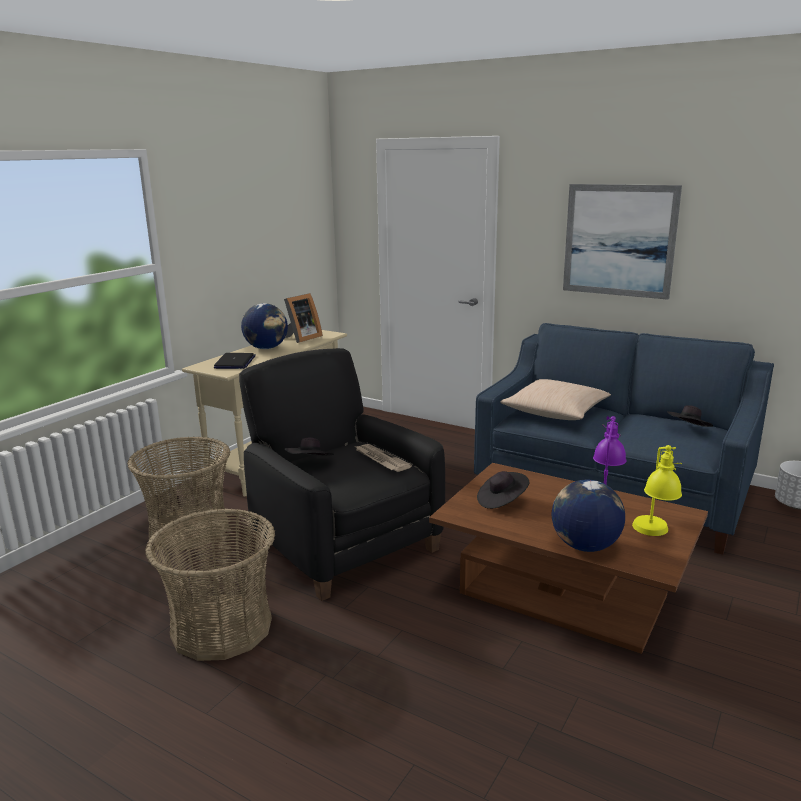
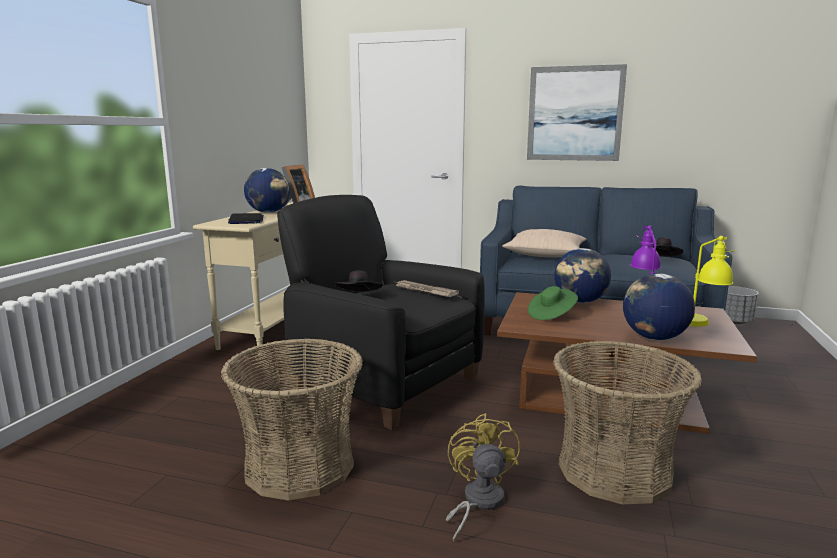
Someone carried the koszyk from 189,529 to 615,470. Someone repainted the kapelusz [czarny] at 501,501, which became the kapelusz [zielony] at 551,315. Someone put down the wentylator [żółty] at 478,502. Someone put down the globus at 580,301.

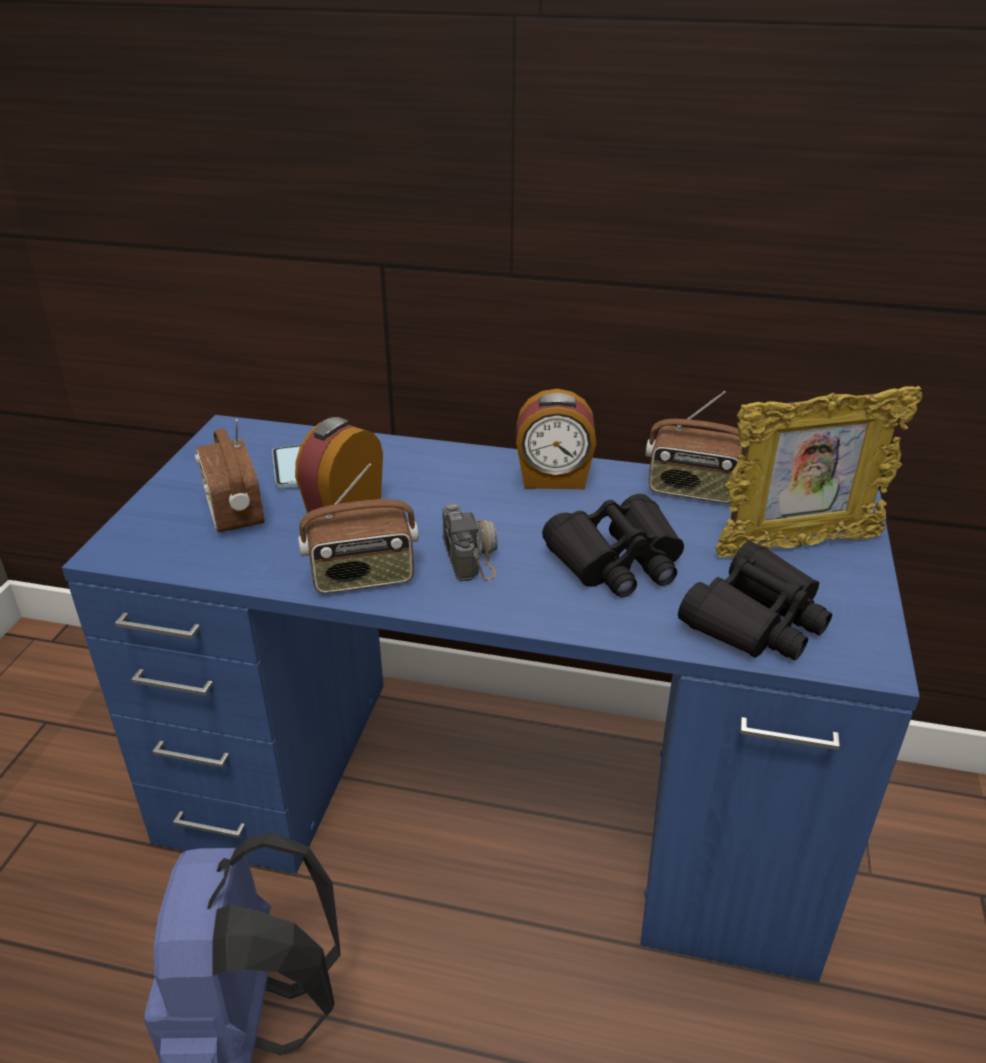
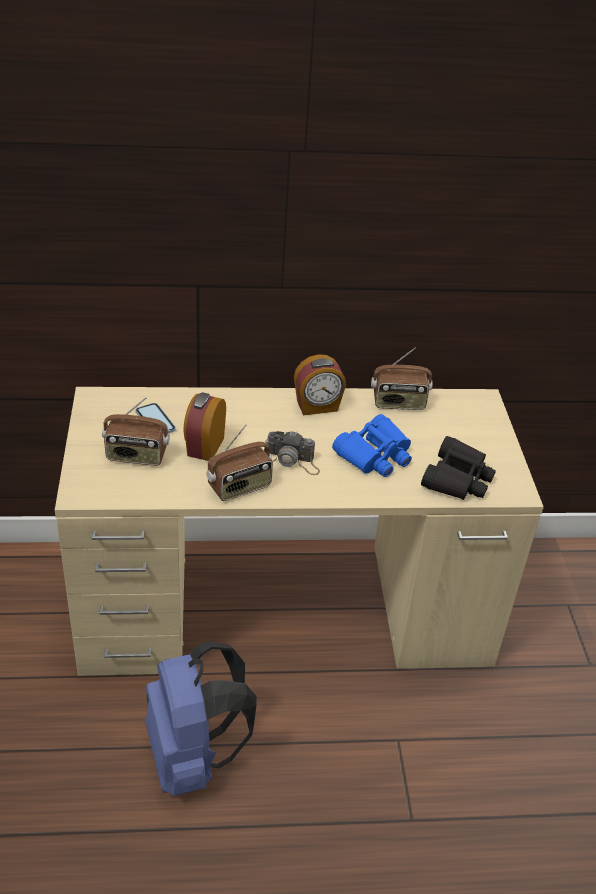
Someone repainted the biurko [niebieski] at 495,800, which became the biurko [beżowy] at 286,606. Someone rotated the radio at 233,511 by 45 degrees counterclockwise. Someone rotated the aparat fotograficzny at 471,550 by 135 degrees clockwise. Someone repainted the lornetka [czarny] at 617,561, which became the lornetka [niebieski] at 374,455. Someone took away the ramka na zdjęcie at 797,546.

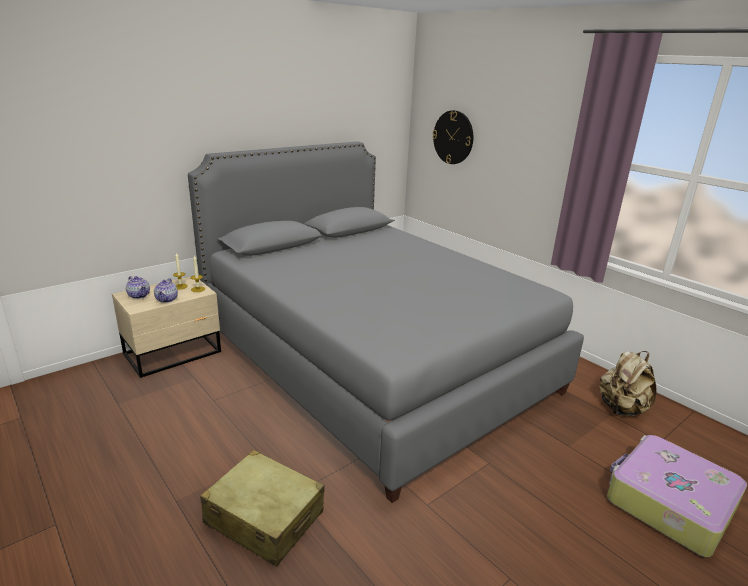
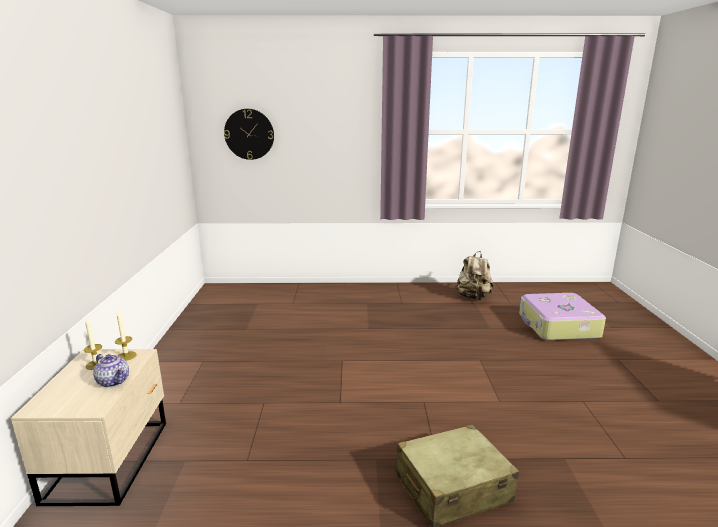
Someone took away the imbryk at 139,295. Someone took away the łóżko [szary] at 373,359.

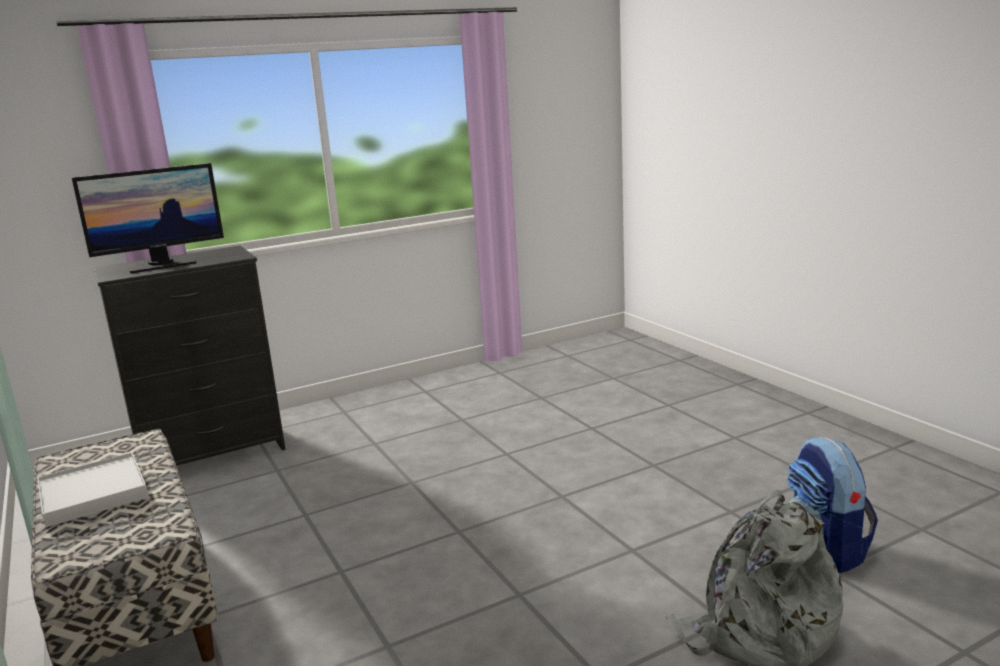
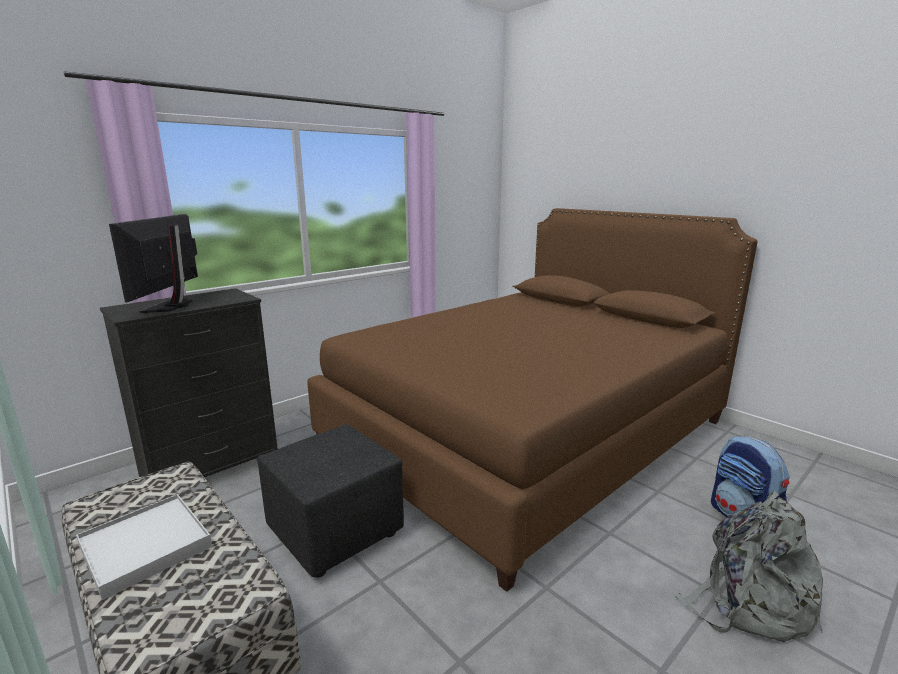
Someone rotated the monitor at 161,265 by 135 degrees clockwise. Someone put down the pufa [czarny] at 337,532. Someone put down the łóżko [brązowy] at 527,432.

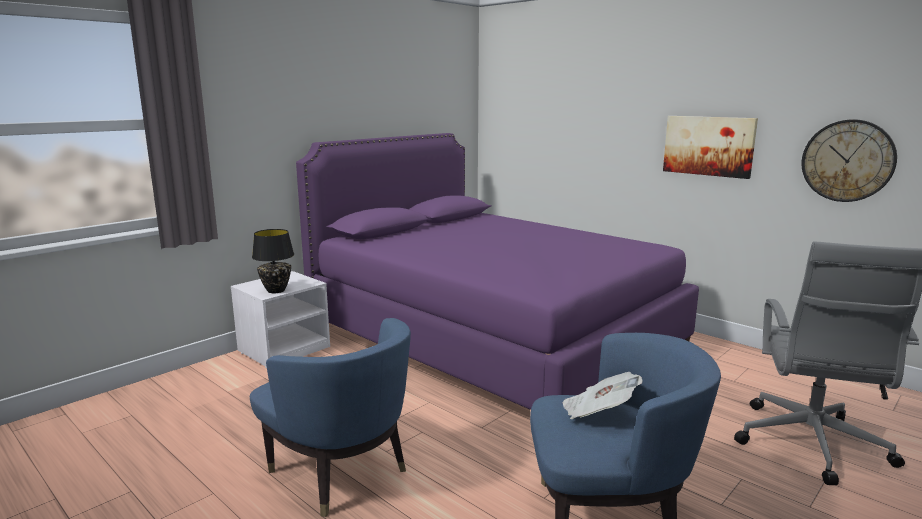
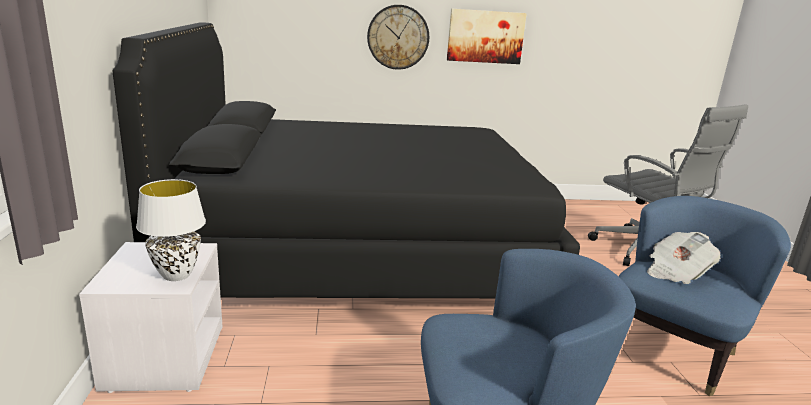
Someone repainted the lampa stołowa [czarny] at 276,291, which became the lampa stołowa [biały] at 177,275. Someone repainted the łóżko [fioletowy] at 492,338, which became the łóżko [czarny] at 360,251. Someone carried the zegar ścienny from 847,161 to 398,37.

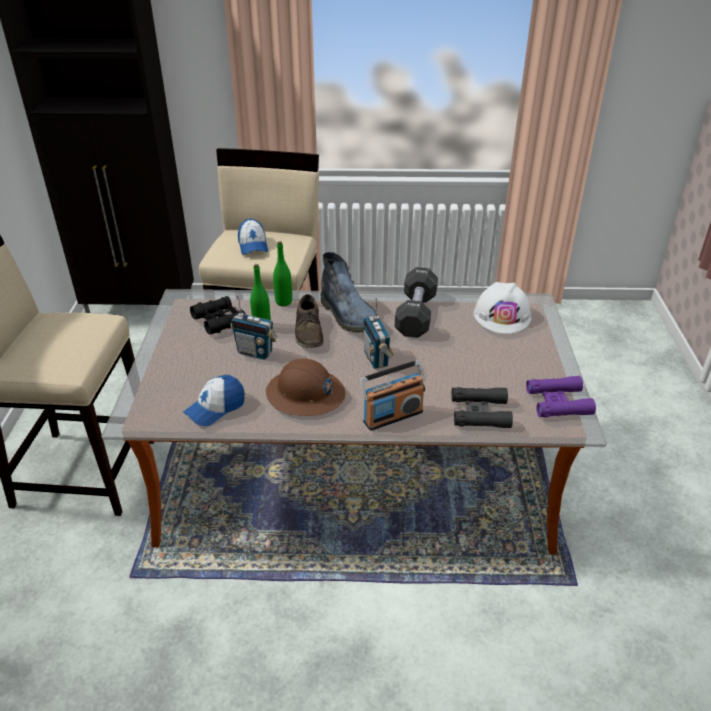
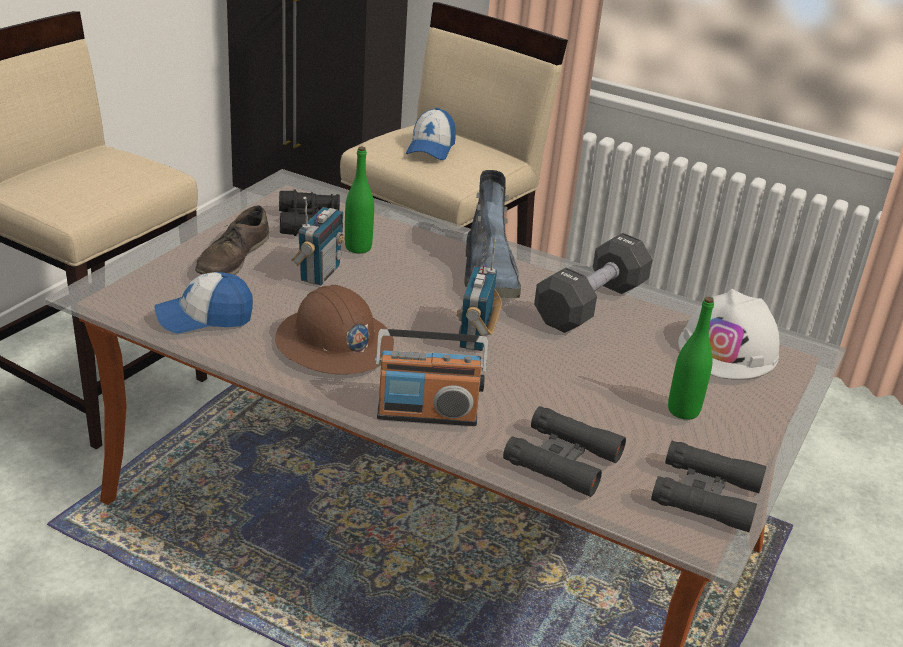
Someone rotated the radio at 255,352 by 120 degrees counterclockwise. Someone carried the butelka [zielony] from 283,302 to 683,411. Someone carried the but [brązowy] from 309,331 to 233,258. Someone repainted the lornetka [fioletowy] at 558,402, which became the lornetka [czarny] at 706,495.

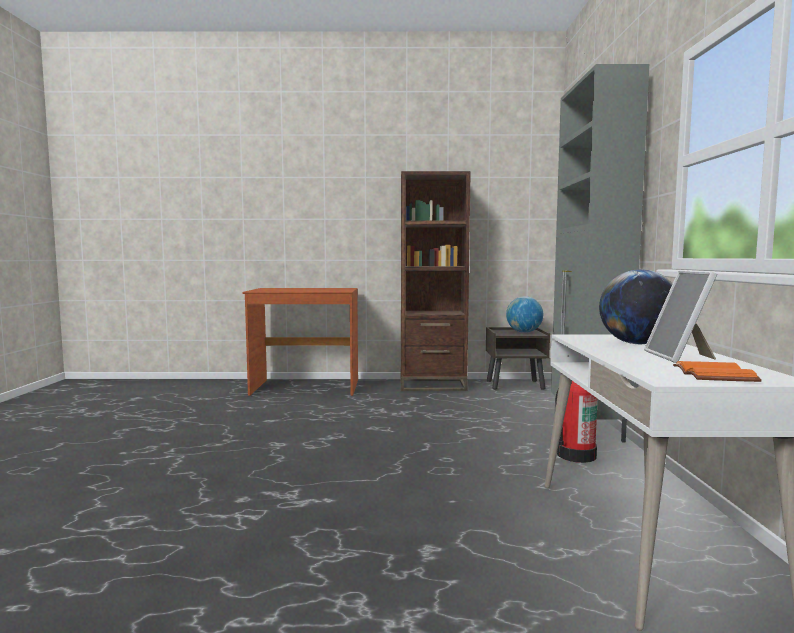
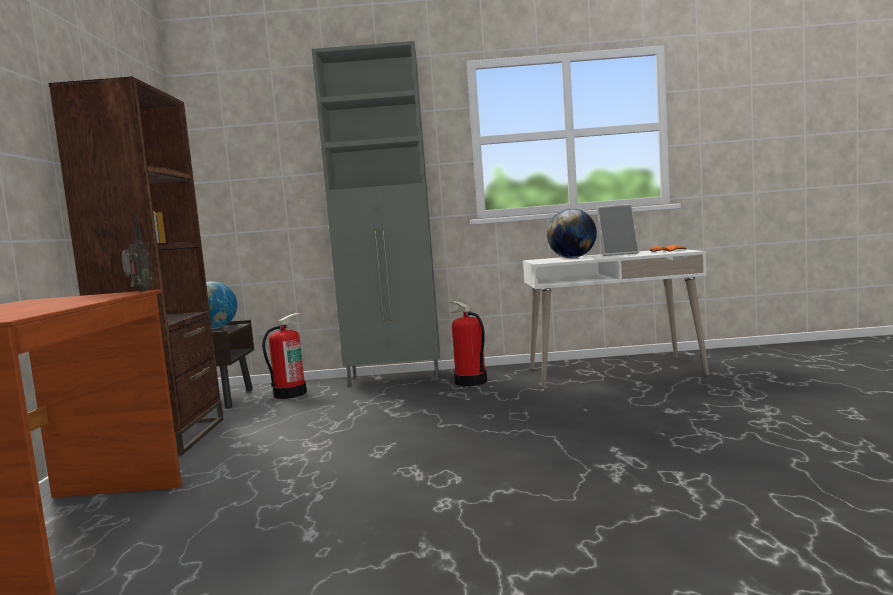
Someone put down the radio at 139,291. Someone put down the gaśnica at 290,394.

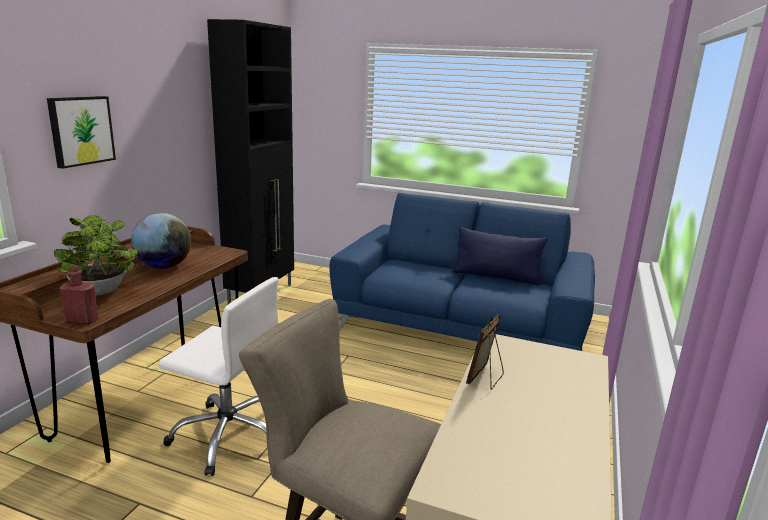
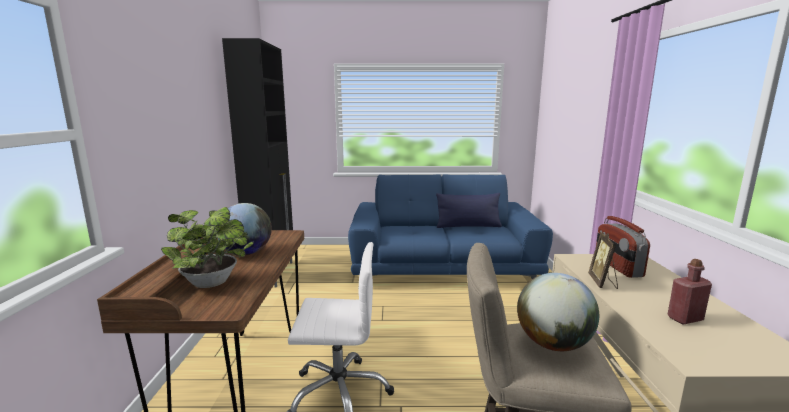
Someone took away the obraz at 81,130. Someone carried the butelka [czerwony] from 82,320 to 685,319. Someone put down the globus at 553,344. Someone put down the radio at 617,266.

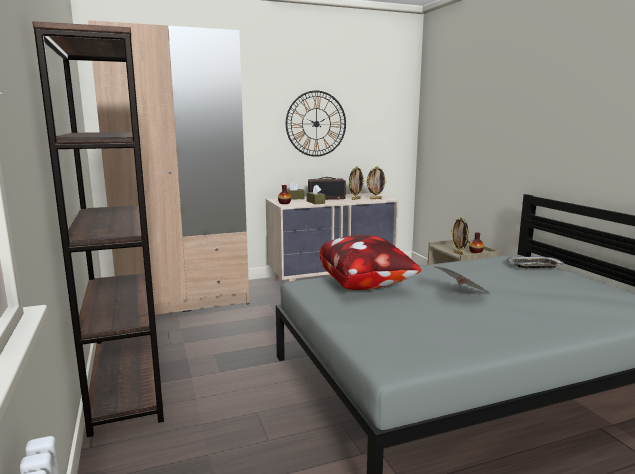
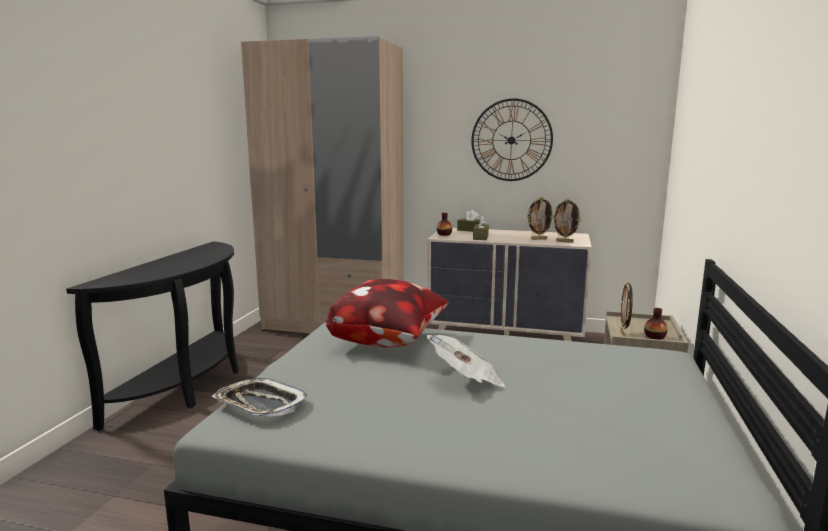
Someone swapped the regał [brązowy] at 127,385 for the stolik konsolowy [czarny] at 189,386. Someone took away the radio at 326,198. Someone carried the taca from 534,266 to 260,404.

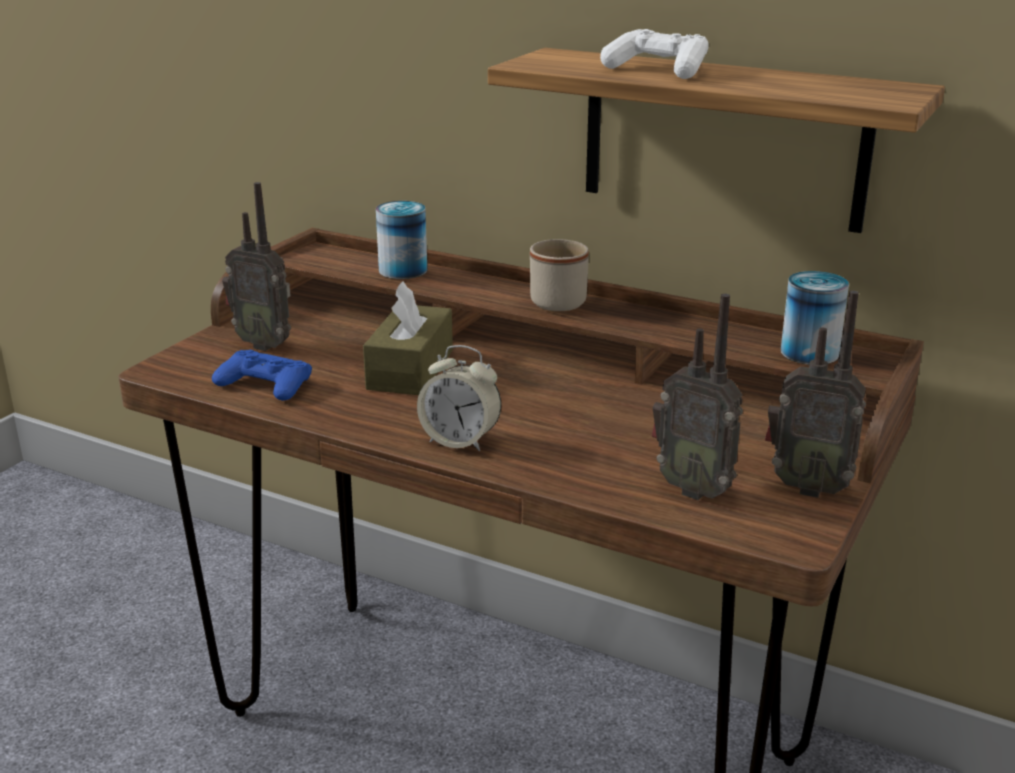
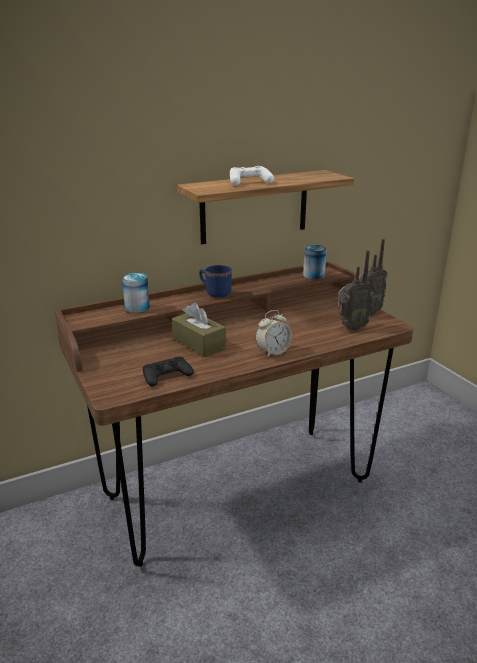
Someone repainted the pad do gier [niebieski] at 265,384, which became the pad do gier [czarny] at 166,375. Someone took away the radio at 265,344. Someone repainted the kubek [beżowy] at 556,299, which became the kubek [niebieski] at 215,292.

